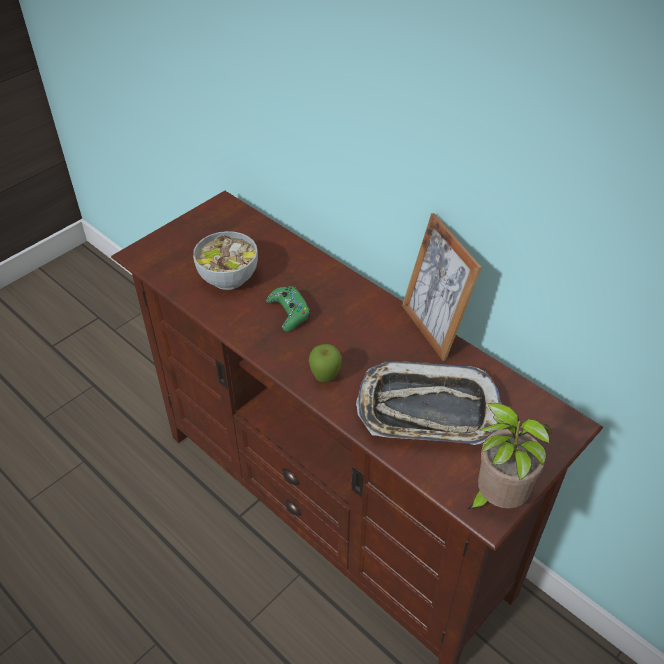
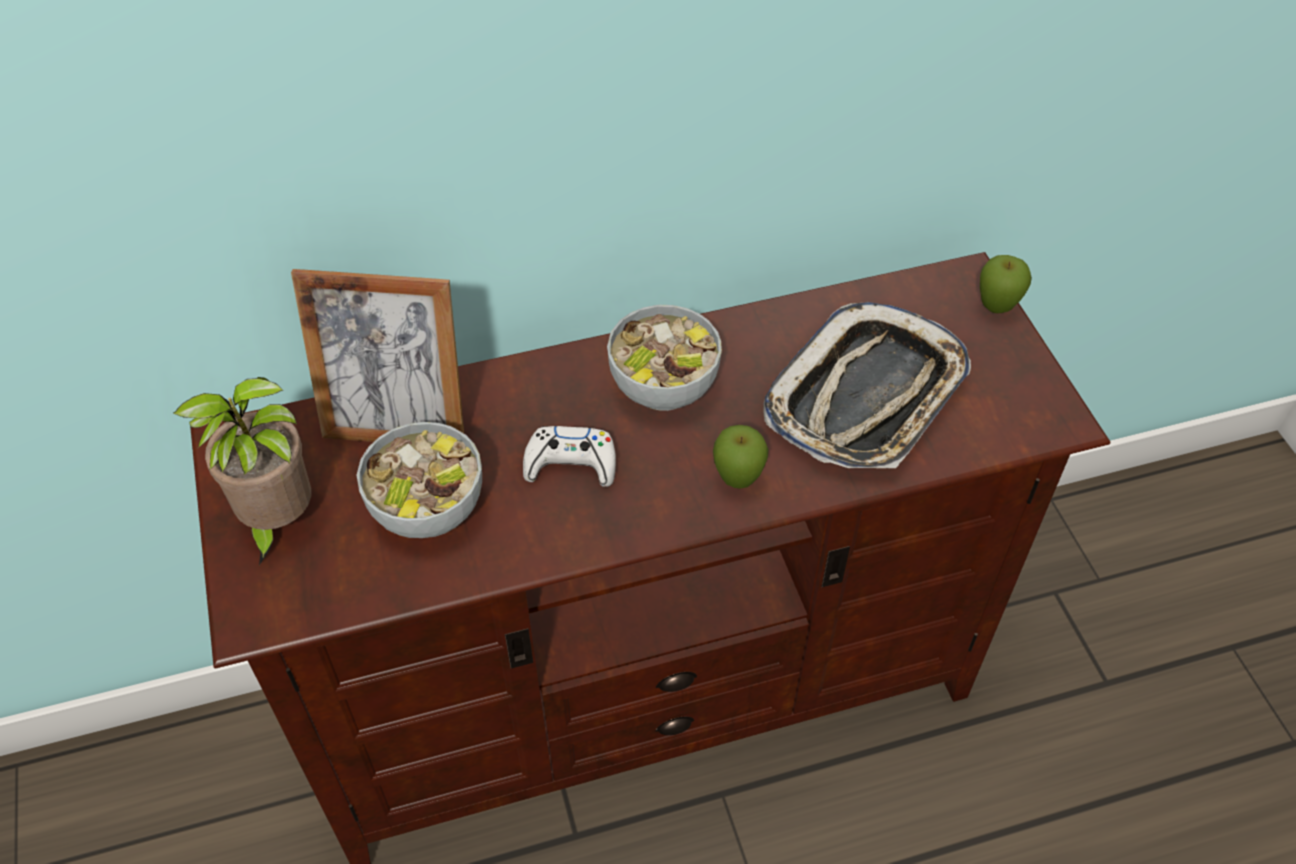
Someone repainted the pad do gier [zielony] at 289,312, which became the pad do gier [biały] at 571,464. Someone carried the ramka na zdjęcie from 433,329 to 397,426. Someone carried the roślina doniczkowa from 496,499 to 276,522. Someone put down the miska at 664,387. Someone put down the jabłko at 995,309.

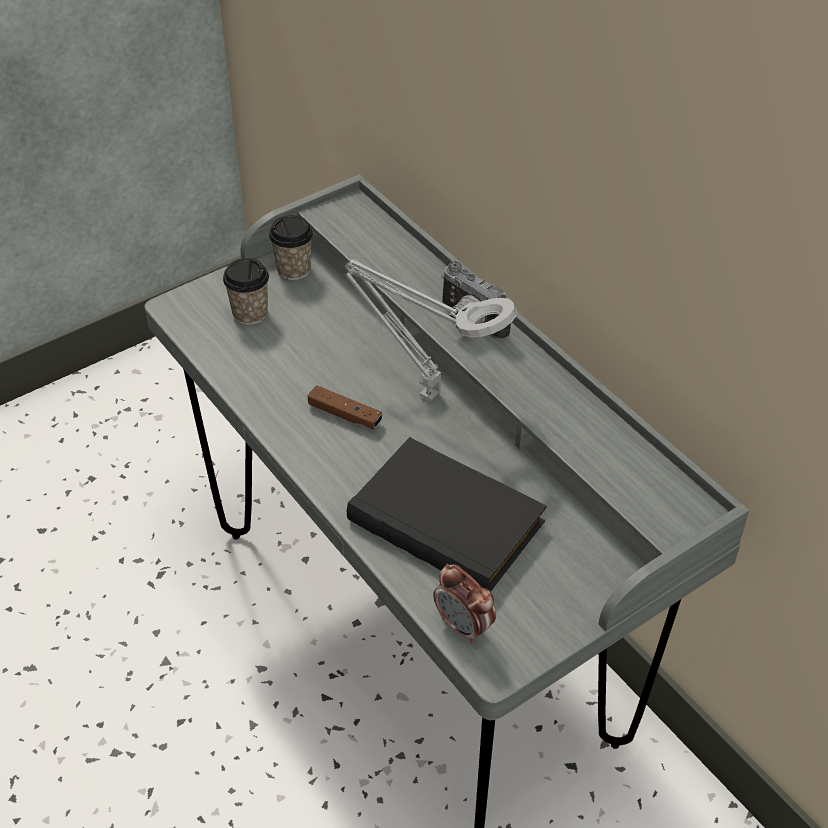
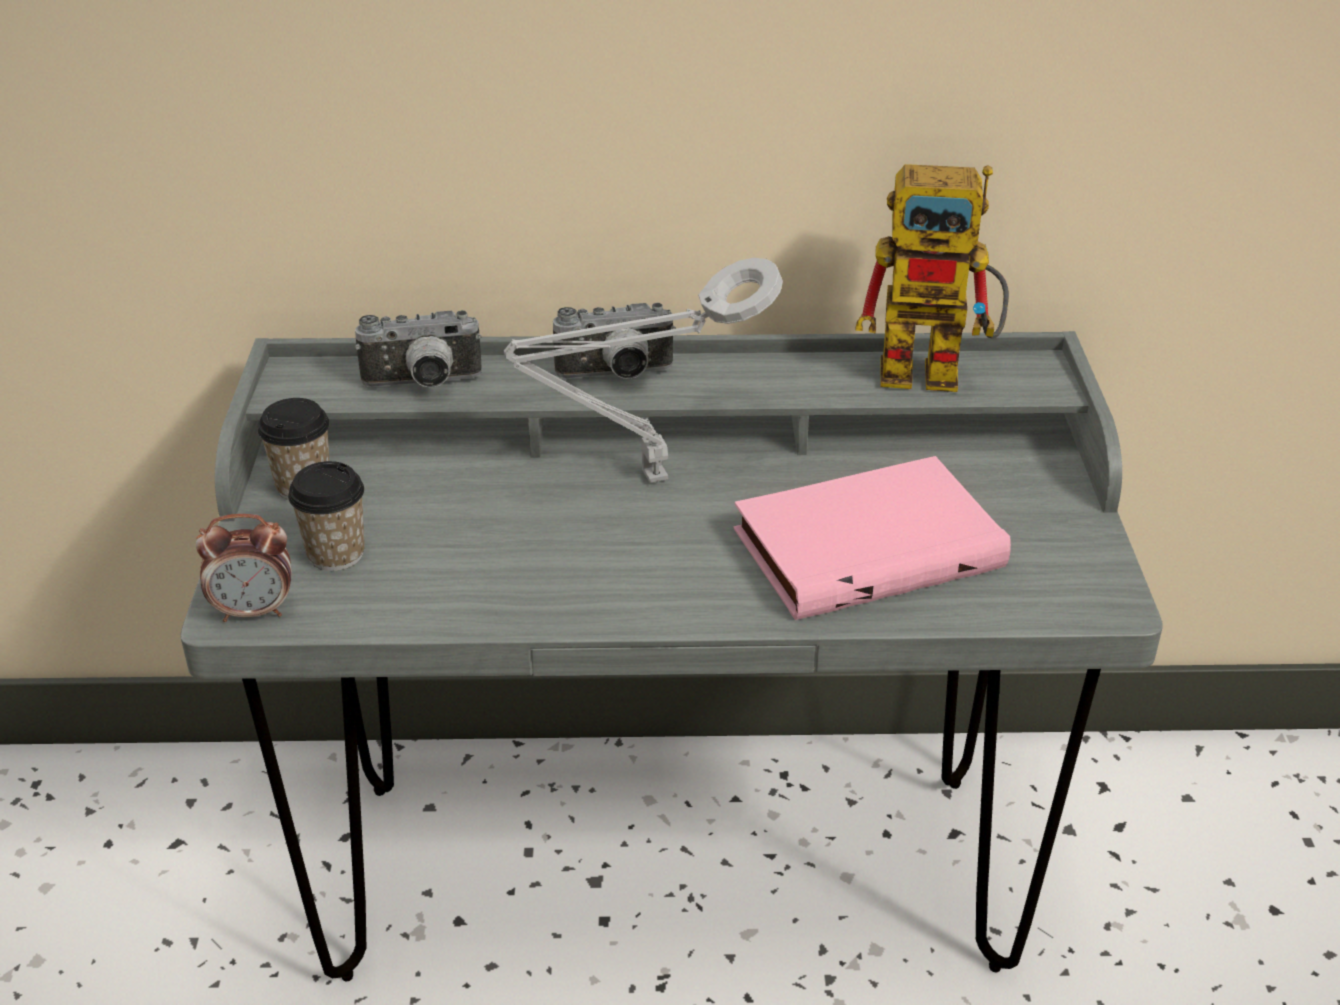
Someone took away the pad do gier [brązowy] at 345,415. Someone repainted the książka [czarny] at 449,519, which became the książka [różowy] at 866,545. Someone carried the budzik from 463,626 to 254,611. Someone put down the aparat fotograficzny at 423,384. Someone put down the robot zabawkowy at 938,371.

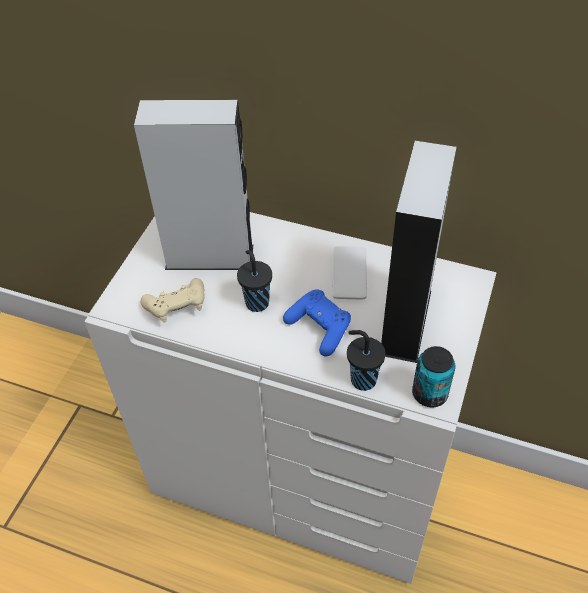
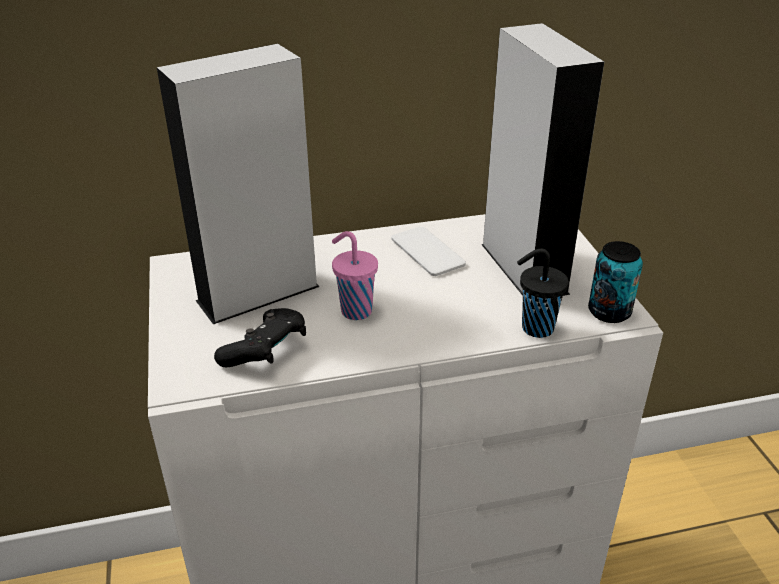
Someone repainted the pad do gier [beżowy] at 177,308, which became the pad do gier [czarny] at 266,352. Someone repainted the filiżanka [czarny] at 256,302, which became the filiżanka [różowy] at 354,310. Someone took away the pad do gier [niebieski] at 319,328.

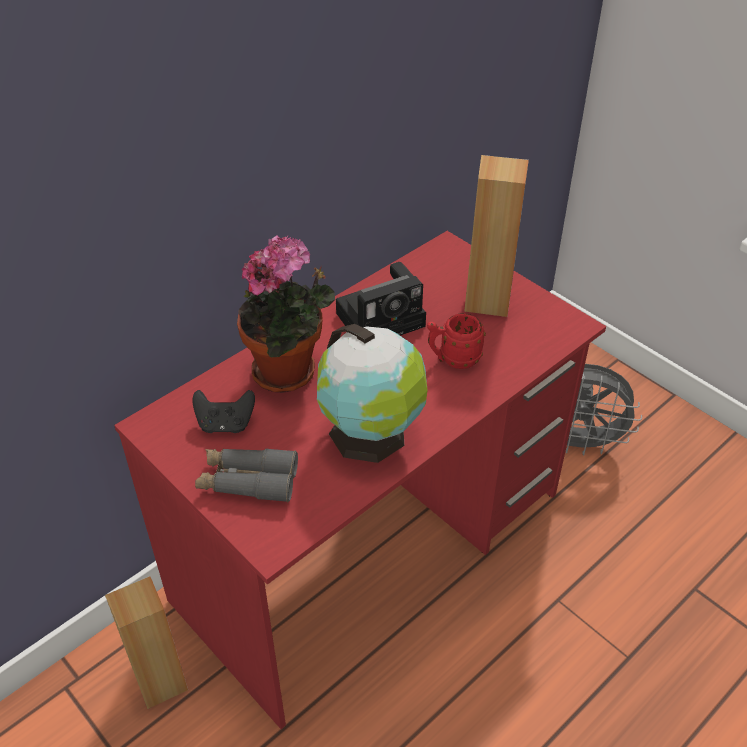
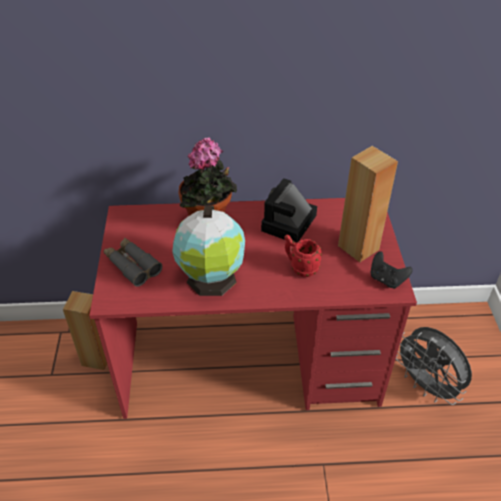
Someone carried the pad do gier [czarny] from 225,424 to 386,279. Someone rotated the aparat fotograficzny at 383,318 by 105 degrees clockwise.

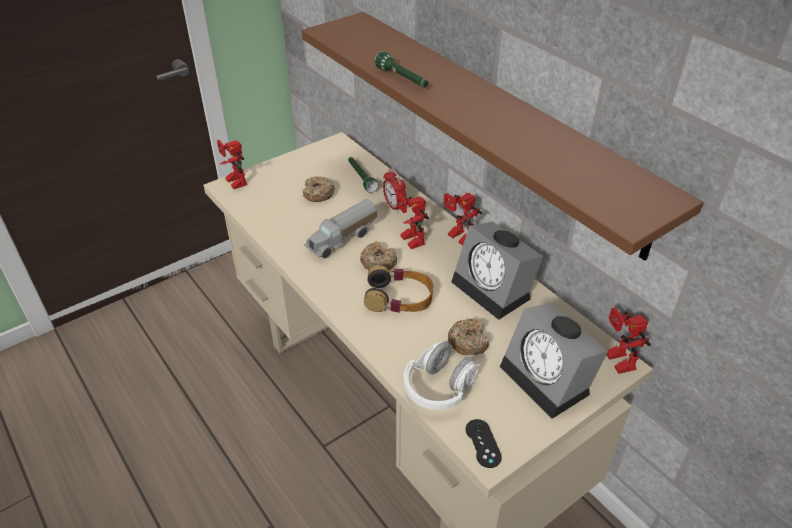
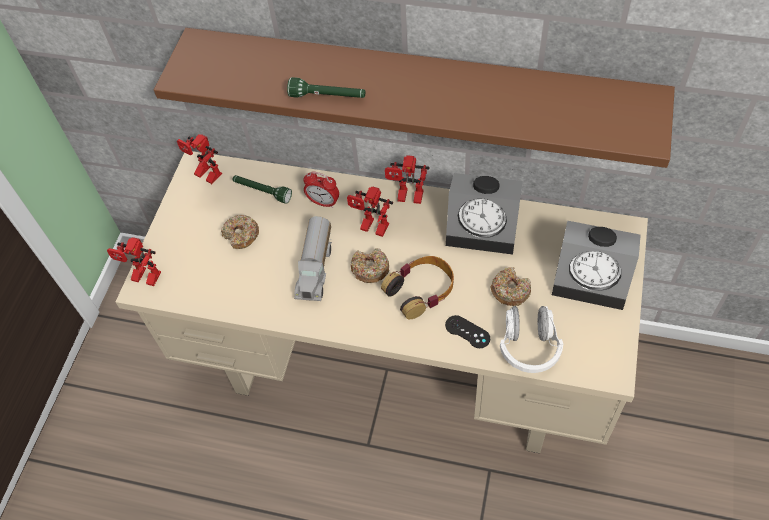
Someone carried the pad do gier [czarny] from 483,443 to 467,332. Someone carried the robot zabawkowy from 615,360 to 204,175.

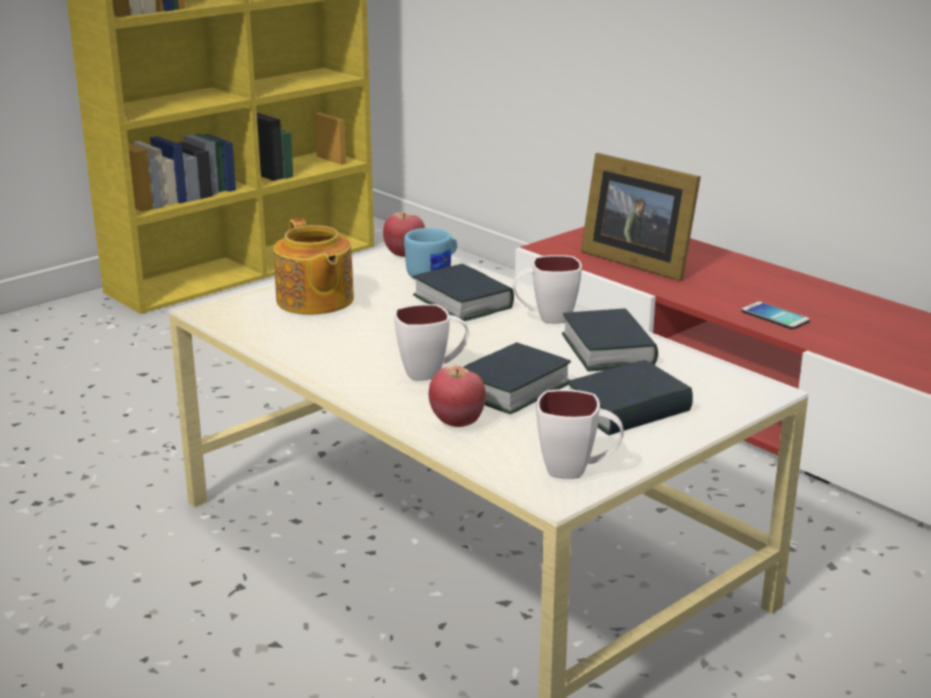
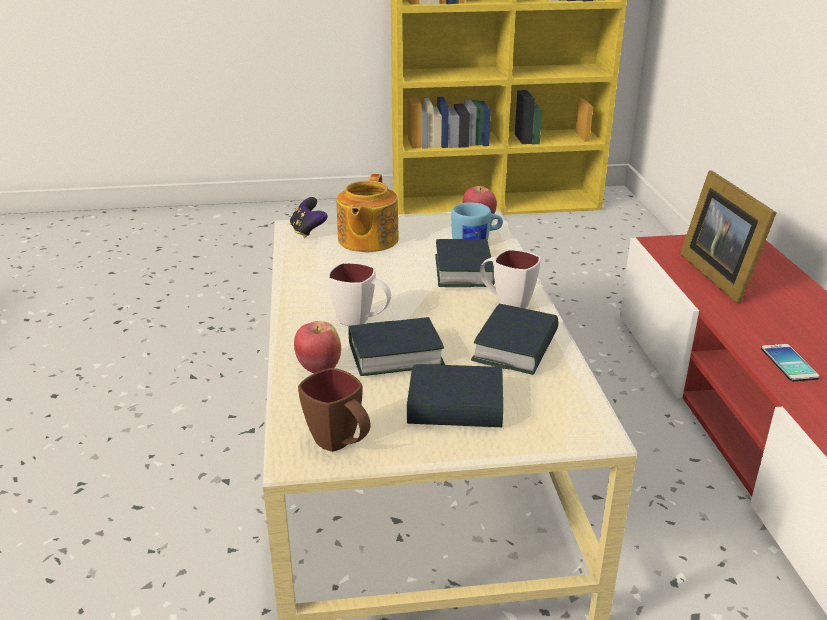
Someone repainted the kubek [biały] at 578,470, which became the kubek [brązowy] at 340,445. Someone put down the pad do gier at 308,231.

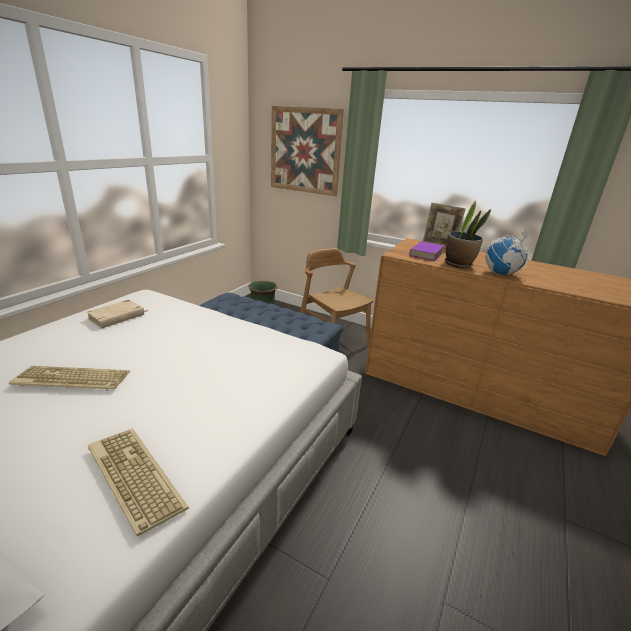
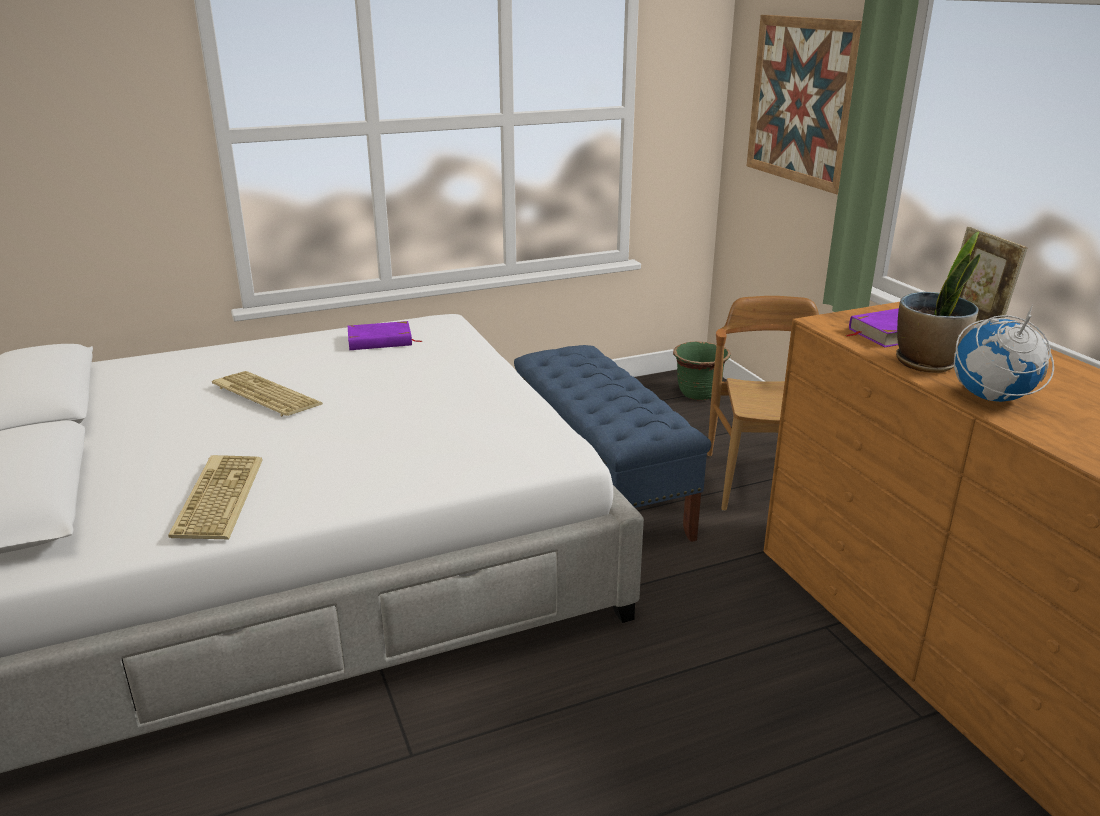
Someone repainted the książka [beżowy] at 117,317, which became the książka [fioletowy] at 380,341.

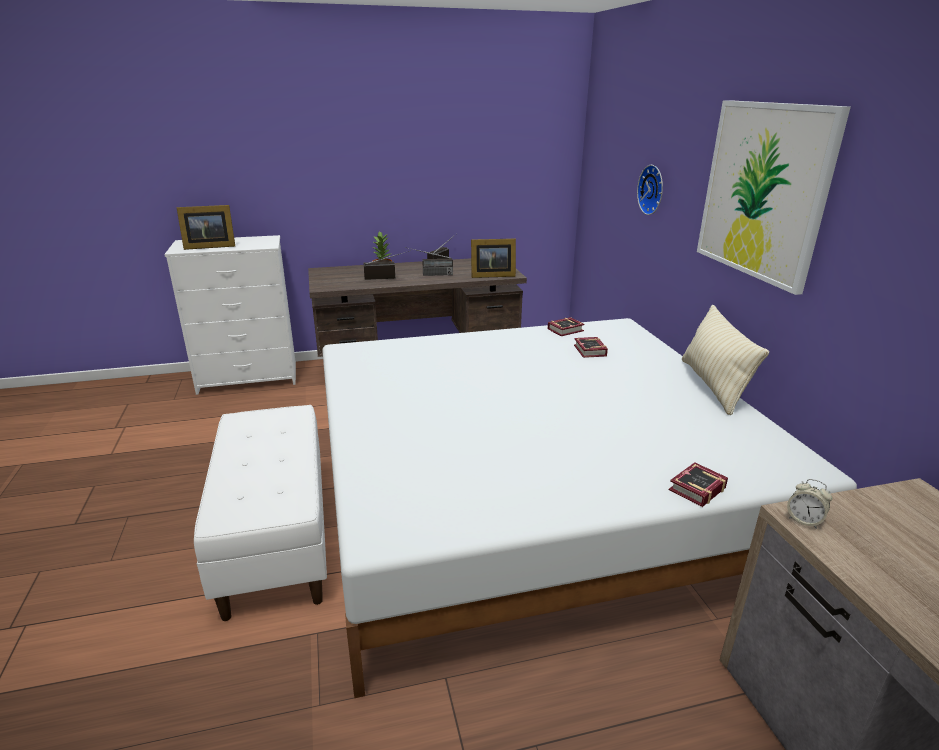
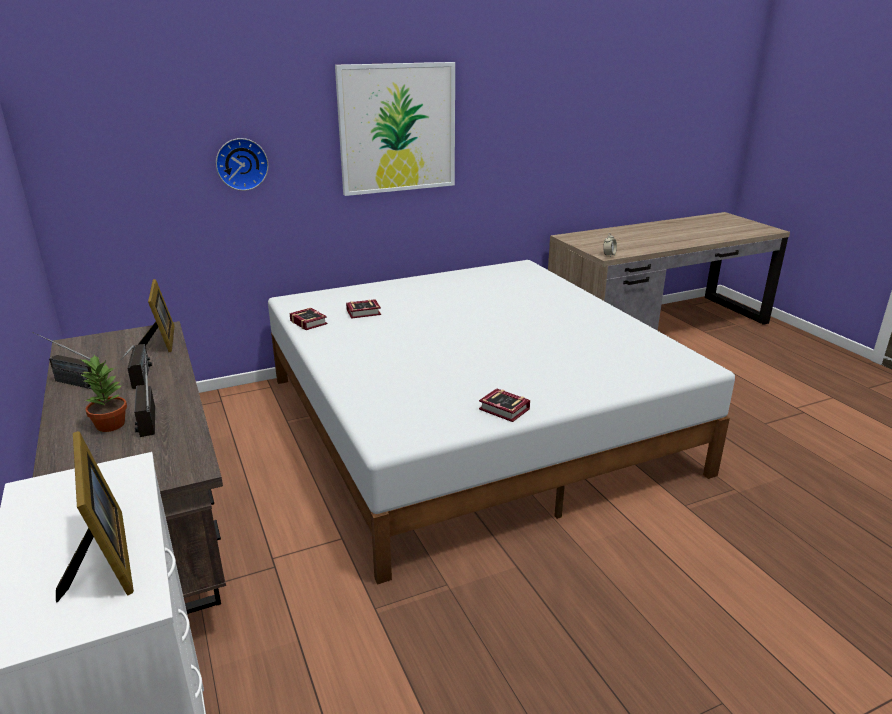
Someone took away the ławka [biały] at 277,539. Someone carried the książka from 694,489 to 505,410. Someone took away the poduszka [beżowy] at 713,385.

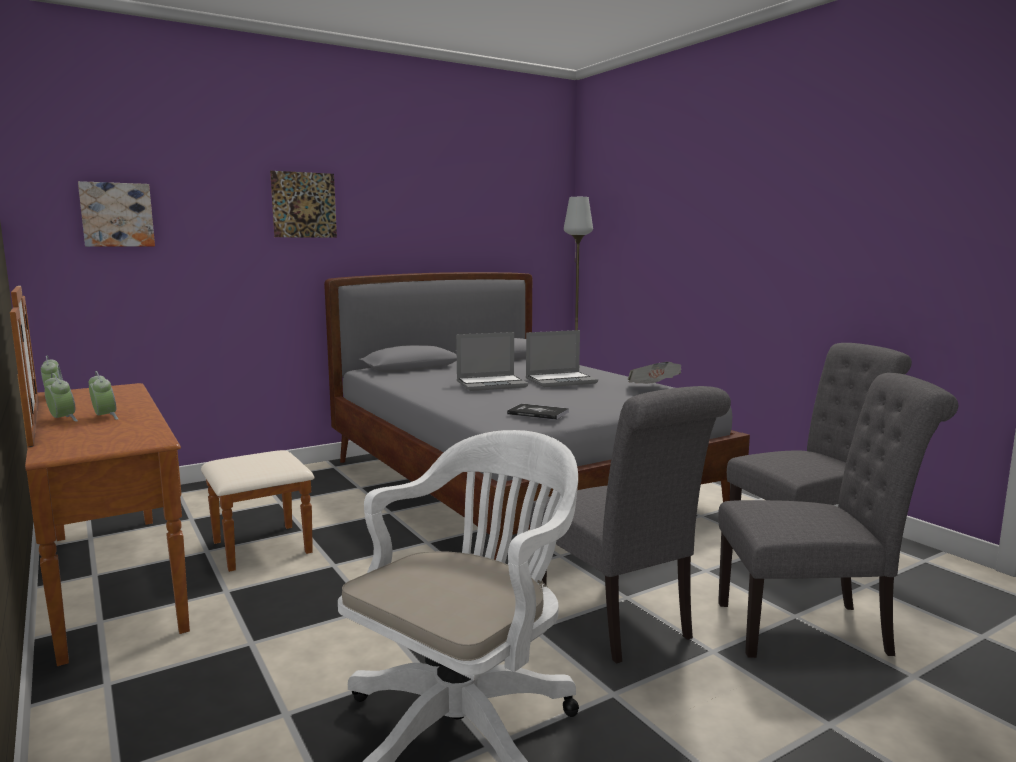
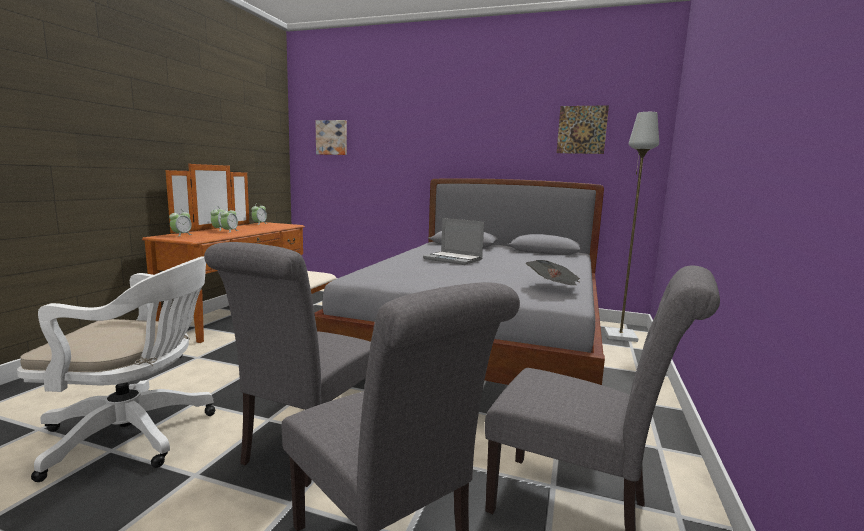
Someone carried the obraz from 304,205 to 582,129. Someone took away the książka at 538,413. Someone took away the laptop at 561,381. Someone put down the budzik at 181,235.

